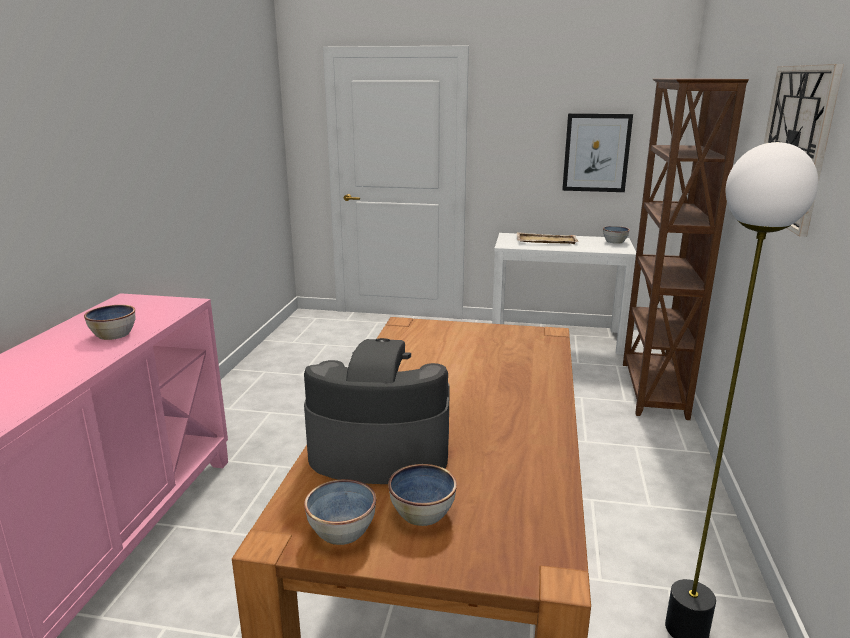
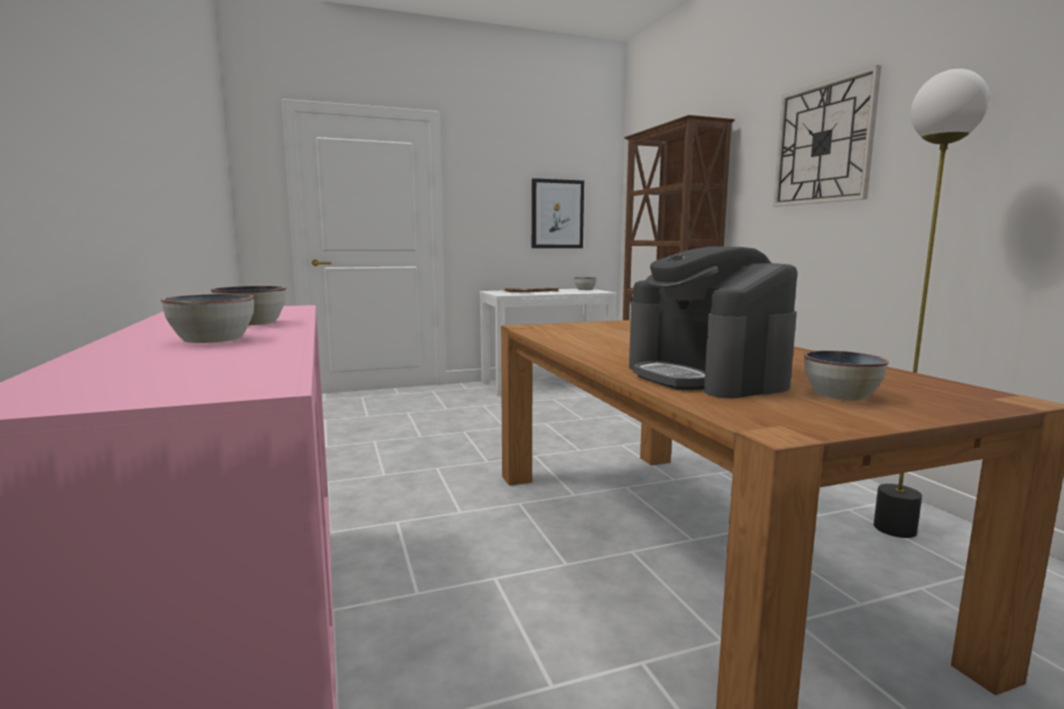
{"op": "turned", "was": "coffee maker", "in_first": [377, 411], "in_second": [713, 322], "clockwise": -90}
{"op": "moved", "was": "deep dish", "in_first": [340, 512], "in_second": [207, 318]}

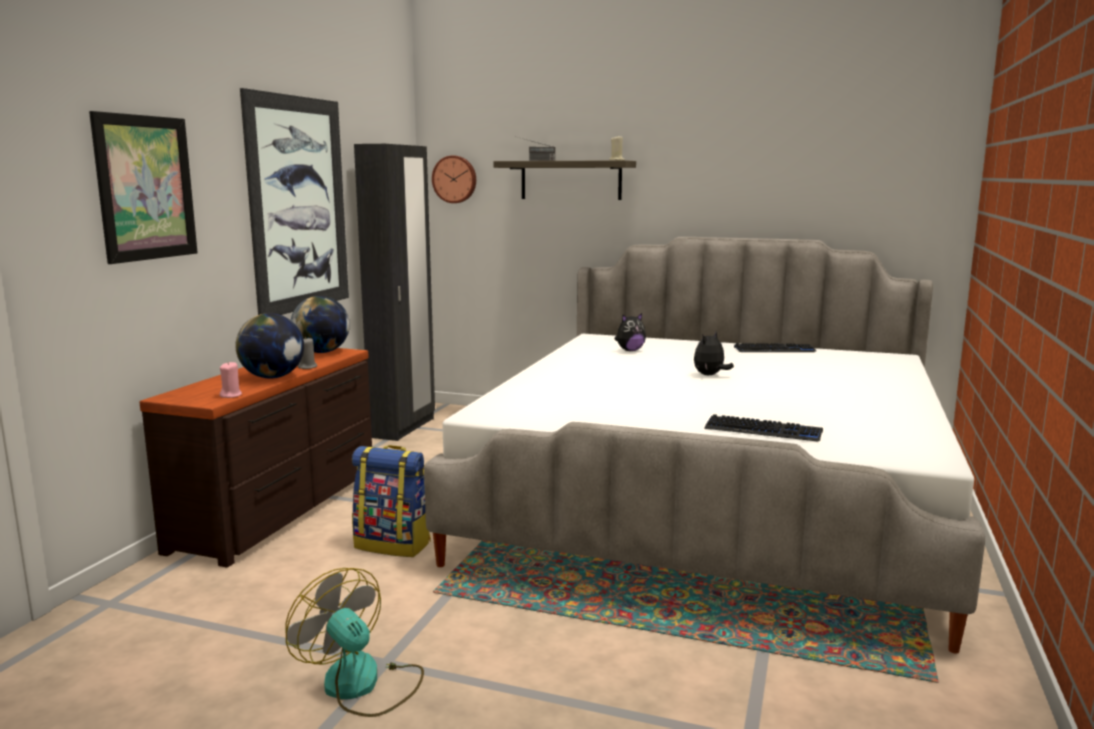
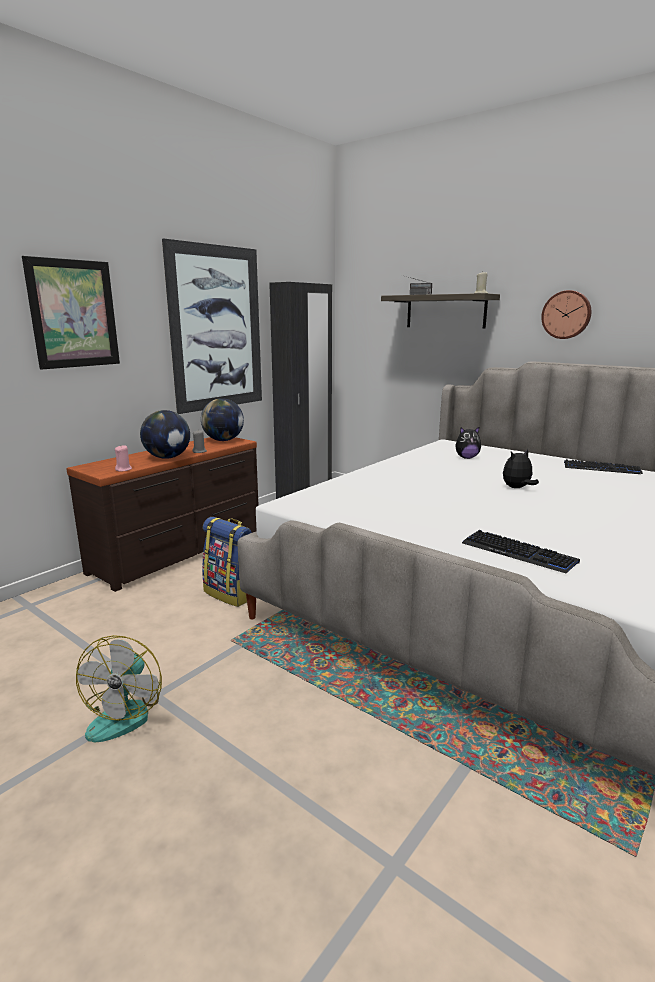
{"op": "moved", "was": "wall clock", "in_first": [454, 179], "in_second": [566, 314]}
{"op": "turned", "was": "cooling fan", "in_first": [354, 642], "in_second": [119, 688], "clockwise": -150}

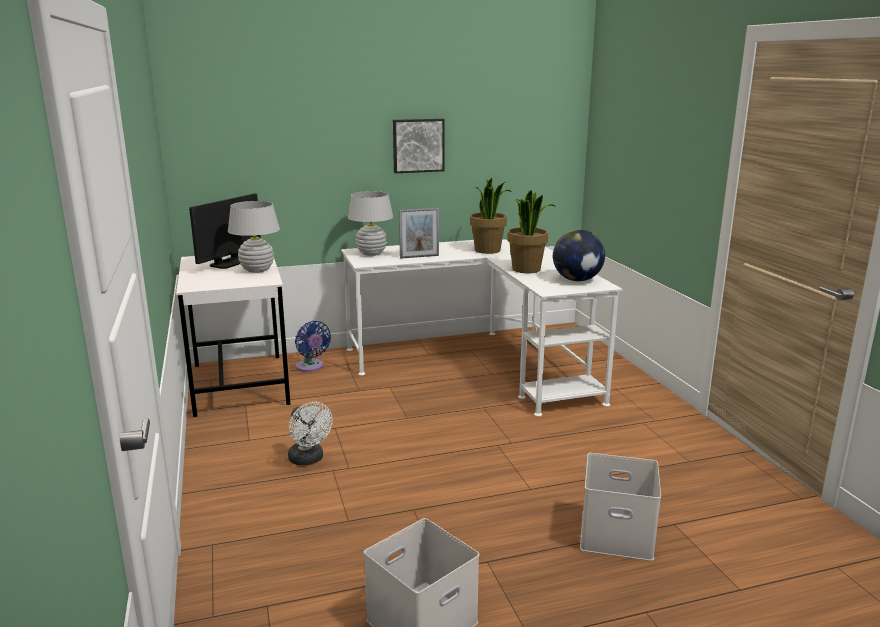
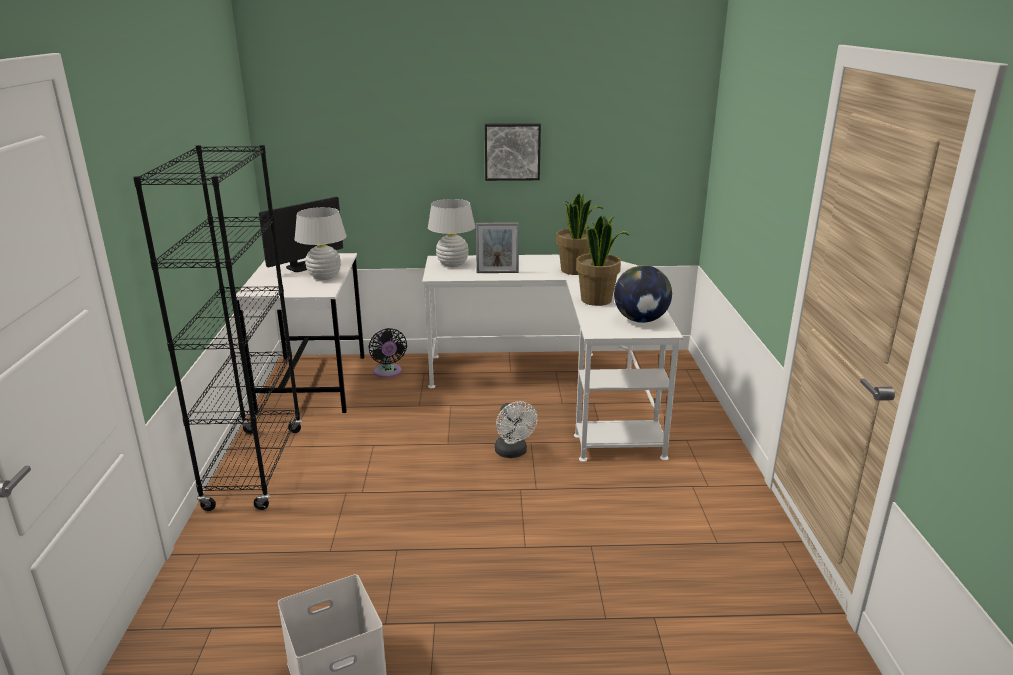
{"op": "recoloured", "was": "bluish cooling fan", "now": "blackish cooling fan", "in_first": [313, 346], "in_second": [387, 353]}
{"op": "moved", "was": "whitish cooling fan", "in_first": [310, 433], "in_second": [516, 429]}
{"op": "removed", "was": "whitish storage container", "in_first": [620, 507]}
{"op": "added", "now": "blackish bookshelf", "in_second": [217, 328]}

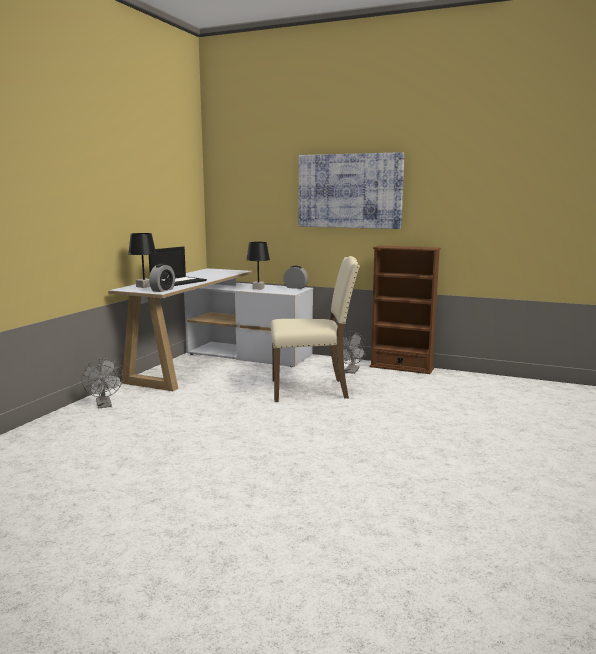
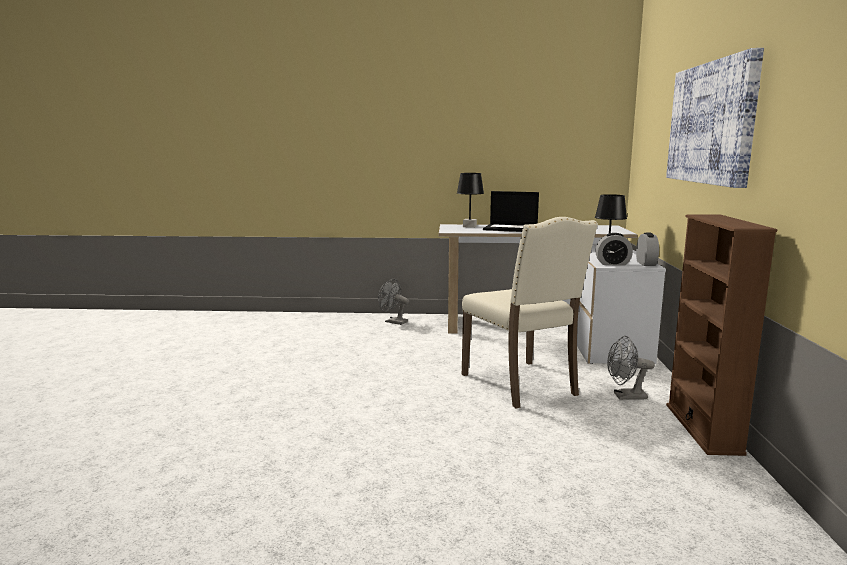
{"op": "moved", "was": "table clock", "in_first": [162, 278], "in_second": [614, 249]}
{"op": "turned", "was": "gray cooling fan", "in_first": [102, 383], "in_second": [393, 302], "clockwise": 75}

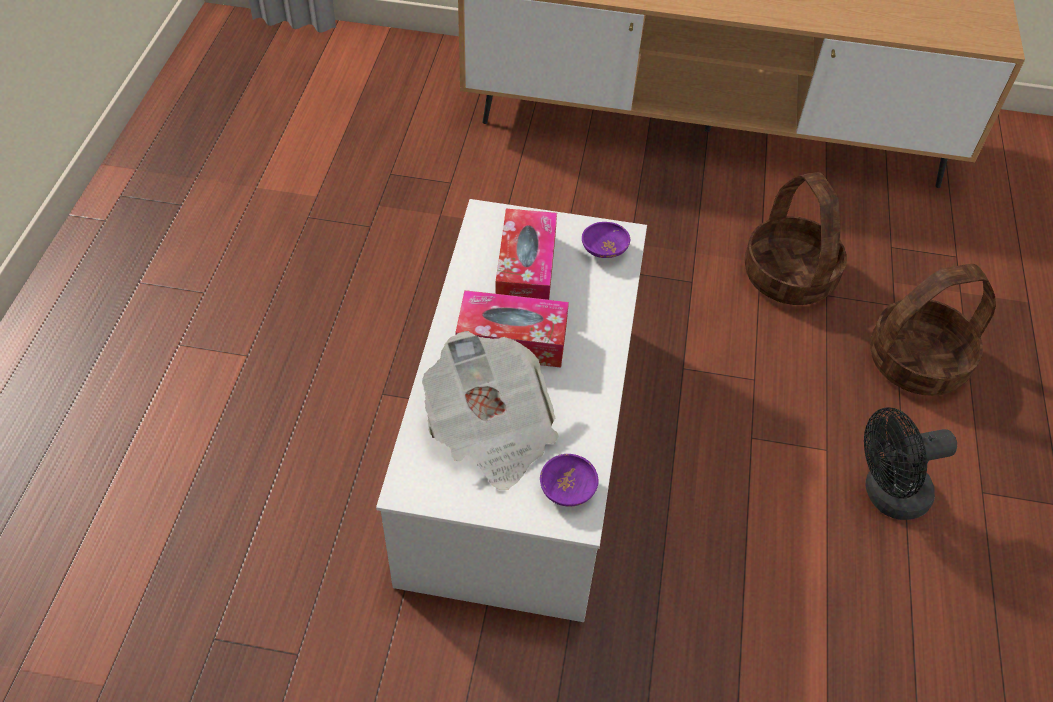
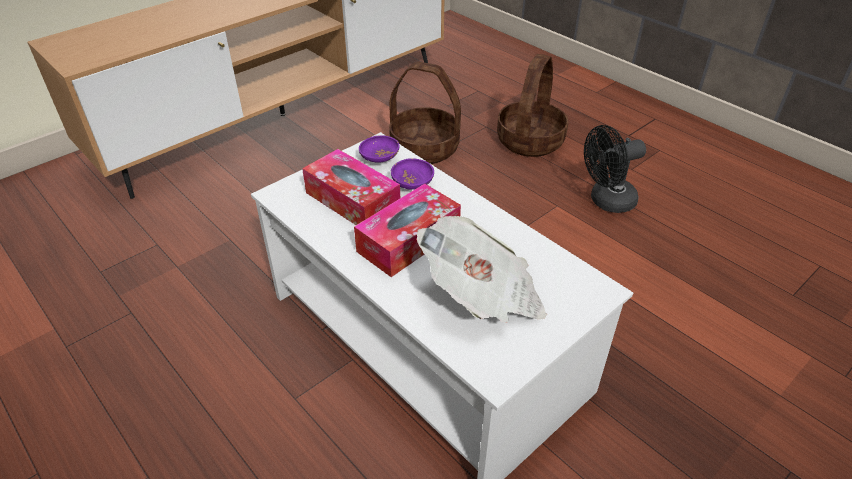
{"op": "turned", "was": "blackish cooling fan", "in_first": [910, 463], "in_second": [615, 169], "clockwise": 45}
{"op": "moved", "was": "purple deep dish", "in_first": [569, 480], "in_second": [412, 174]}

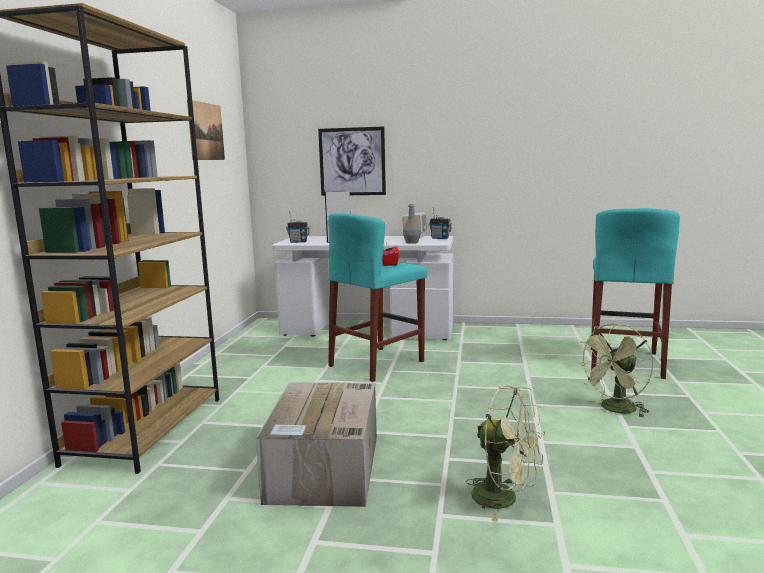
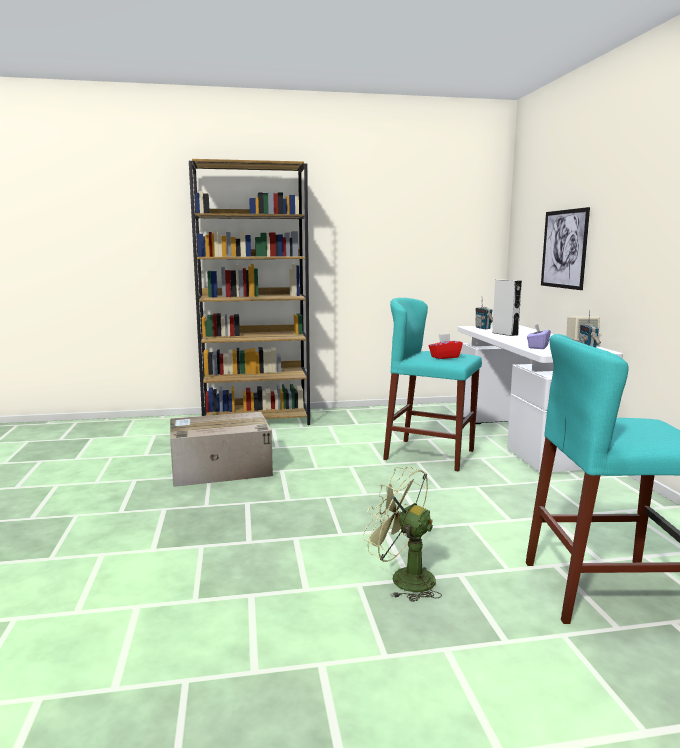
{"op": "removed", "was": "wall art", "in_first": [206, 129]}
{"op": "replaced", "was": "gray bottle", "now": "purple tissue holder", "in_first": [412, 223], "in_second": [539, 336]}
{"op": "removed", "was": "green-coloured cooling fan", "in_first": [505, 453]}

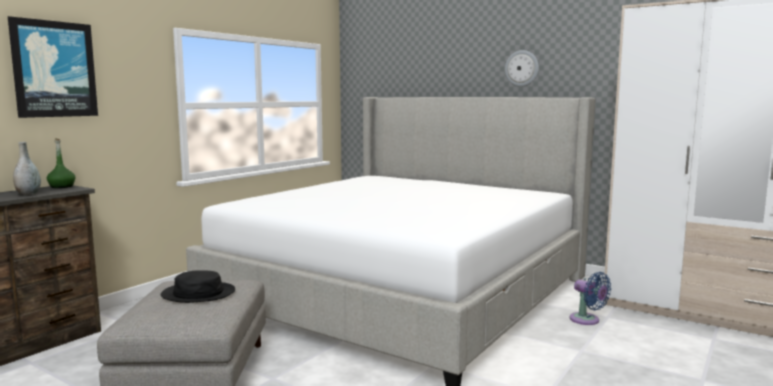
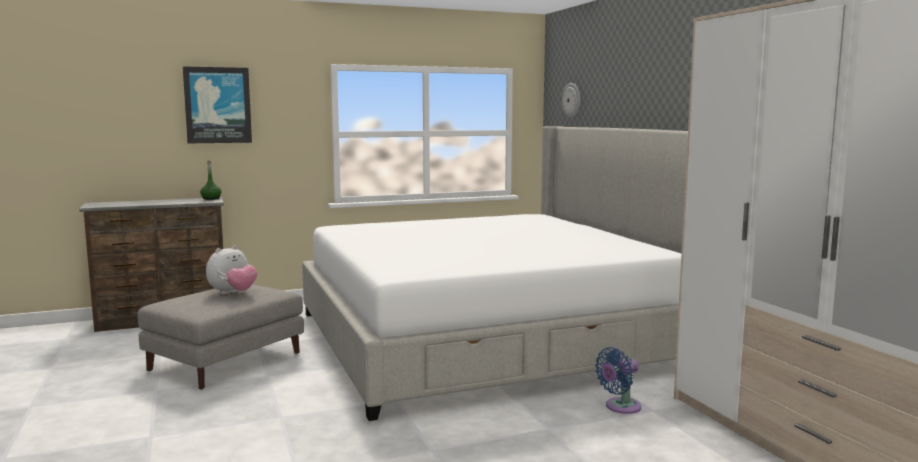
{"op": "moved", "was": "wall clock", "in_first": [522, 68], "in_second": [571, 100]}
{"op": "removed", "was": "gray flower vase", "in_first": [27, 168]}
{"op": "replaced", "was": "blackish clothing hat", "now": "plush toy", "in_first": [198, 286], "in_second": [231, 270]}
{"op": "turned", "was": "bluish cooling fan", "in_first": [590, 298], "in_second": [618, 380], "clockwise": 60}

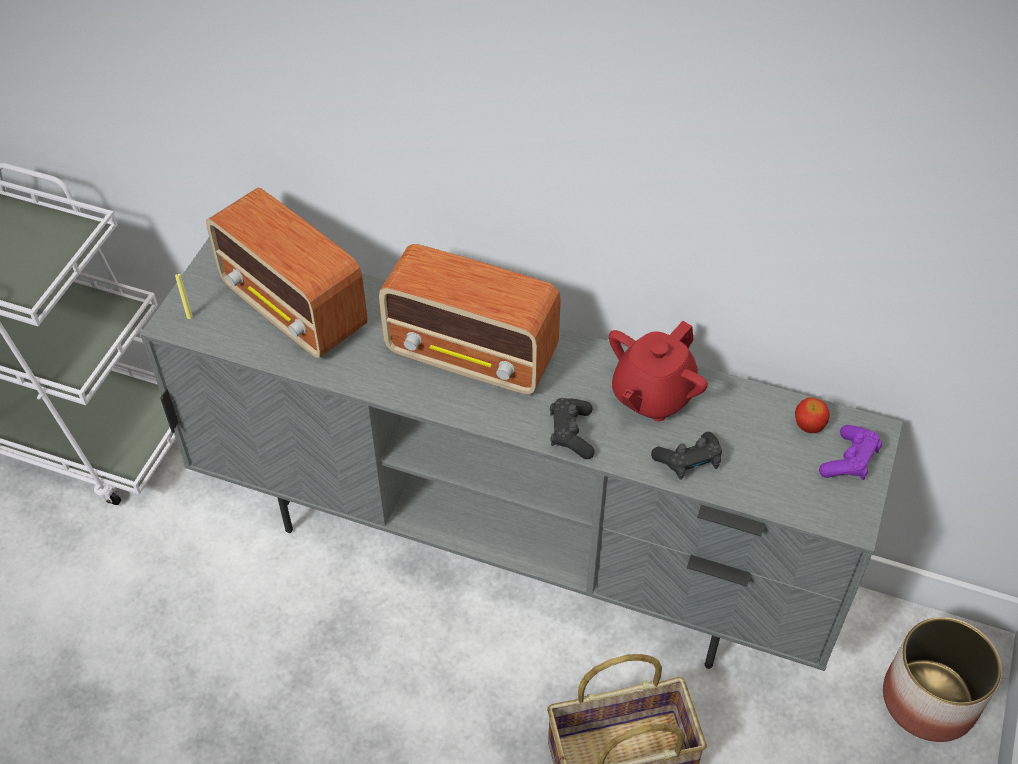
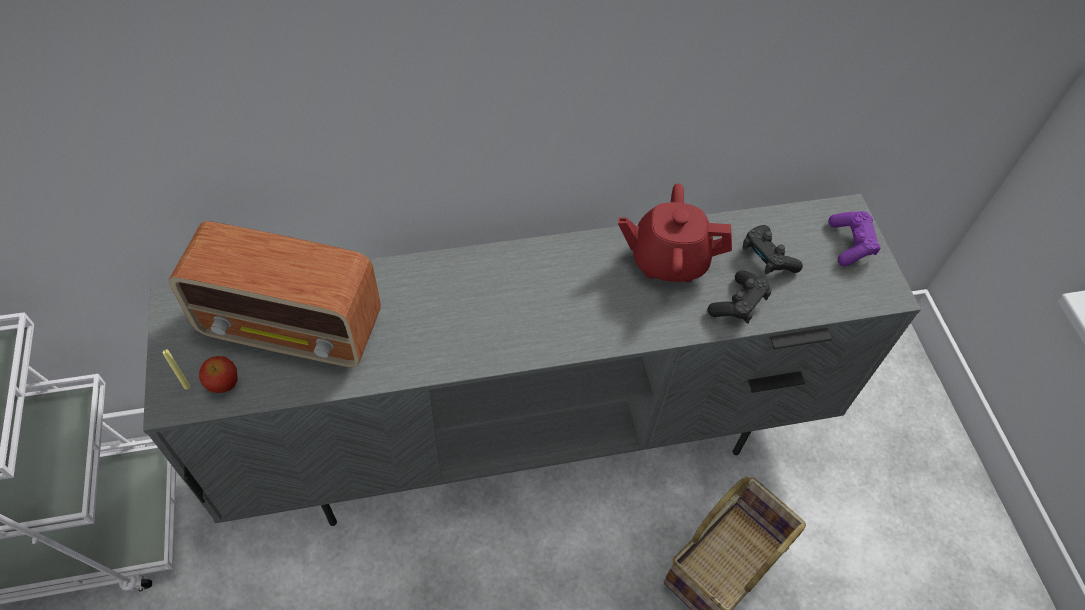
{"op": "removed", "was": "radio receiver", "in_first": [470, 319]}
{"op": "turned", "was": "reddish teapot", "in_first": [658, 371], "in_second": [675, 233], "clockwise": 90}
{"op": "moved", "was": "whole apple", "in_first": [812, 415], "in_second": [218, 374]}
{"op": "moved", "was": "blackish joypad", "in_first": [572, 428], "in_second": [773, 249]}
{"op": "removed", "was": "flower pot", "in_first": [942, 679]}

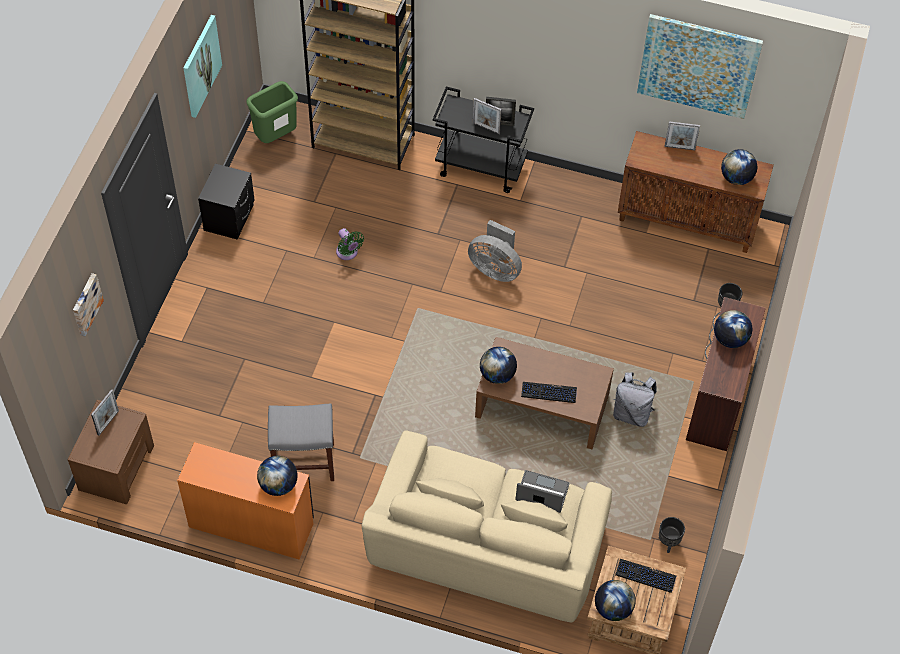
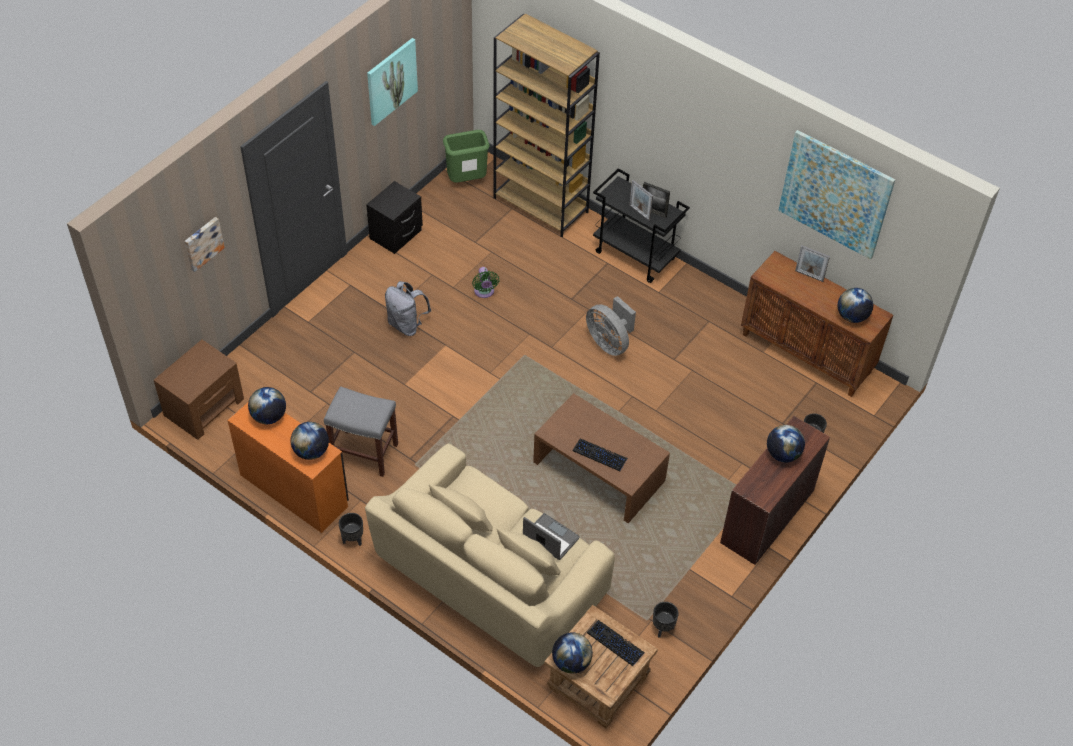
{"op": "moved", "was": "desk globe", "in_first": [498, 365], "in_second": [267, 405]}
{"op": "moved", "was": "gray knapsack", "in_first": [635, 399], "in_second": [408, 308]}
{"op": "removed", "was": "picture frame", "in_first": [105, 412]}
{"op": "added", "now": "blackish flower pot", "in_second": [351, 529]}

